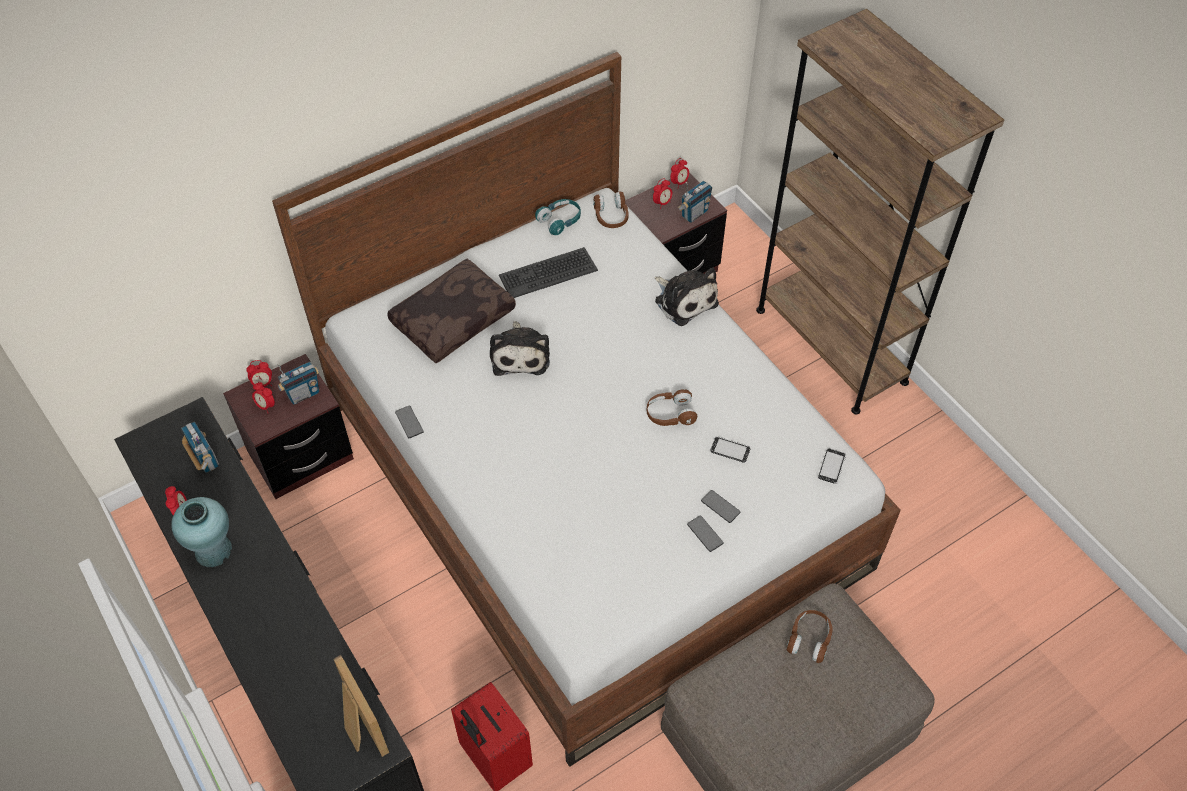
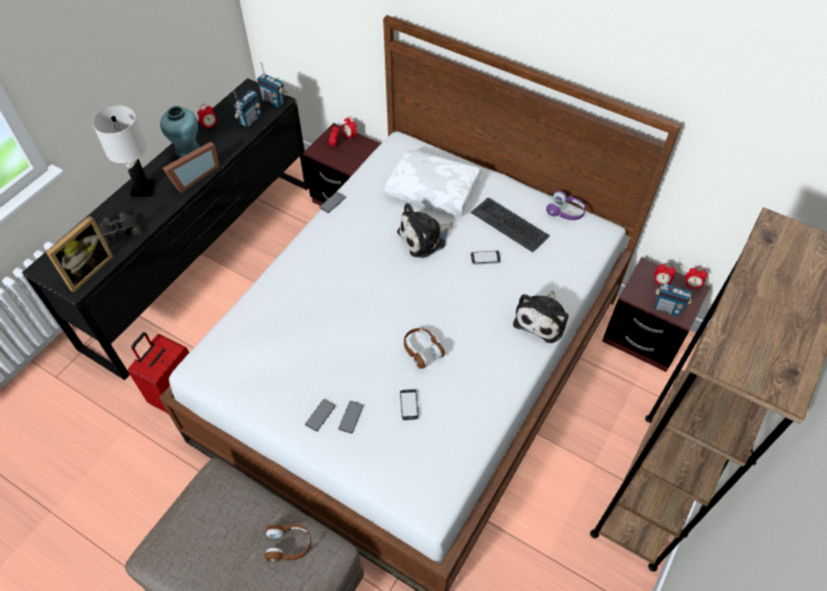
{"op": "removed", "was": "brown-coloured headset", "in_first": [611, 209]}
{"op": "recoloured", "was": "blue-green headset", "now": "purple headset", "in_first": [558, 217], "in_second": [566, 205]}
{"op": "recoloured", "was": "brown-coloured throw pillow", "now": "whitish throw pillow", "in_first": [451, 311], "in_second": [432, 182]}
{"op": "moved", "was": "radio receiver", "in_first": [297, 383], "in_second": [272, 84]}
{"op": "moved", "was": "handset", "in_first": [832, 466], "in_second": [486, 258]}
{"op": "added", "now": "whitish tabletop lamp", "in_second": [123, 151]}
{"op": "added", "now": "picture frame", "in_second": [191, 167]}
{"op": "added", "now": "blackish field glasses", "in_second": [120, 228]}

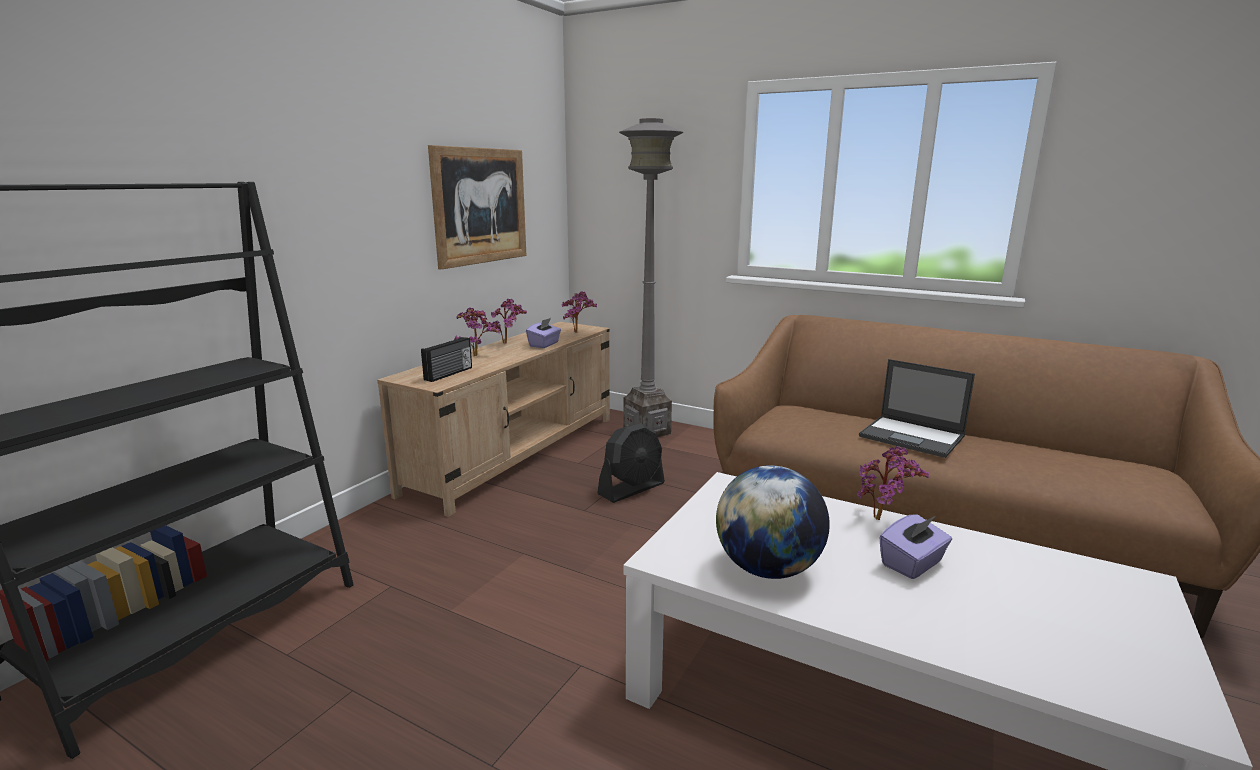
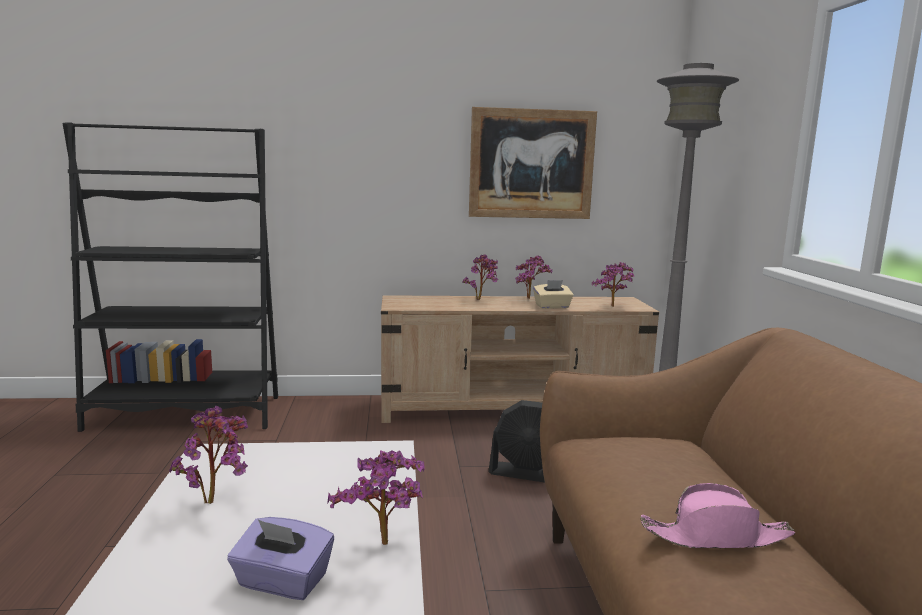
{"op": "recoloured", "was": "purple tissue holder", "now": "beige-coloured tissue holder", "in_first": [543, 333], "in_second": [553, 294]}
{"op": "removed", "was": "radio receiver", "in_first": [446, 359]}
{"op": "replaced", "was": "portable computer", "now": "pinkish clothing hat", "in_first": [917, 408], "in_second": [718, 515]}
{"op": "replaced", "was": "desk globe", "now": "potted plant", "in_first": [773, 522], "in_second": [208, 455]}

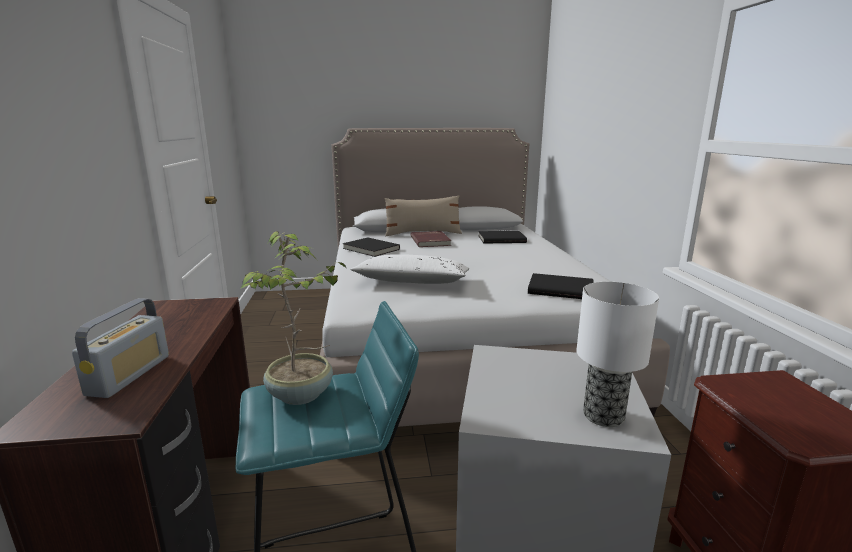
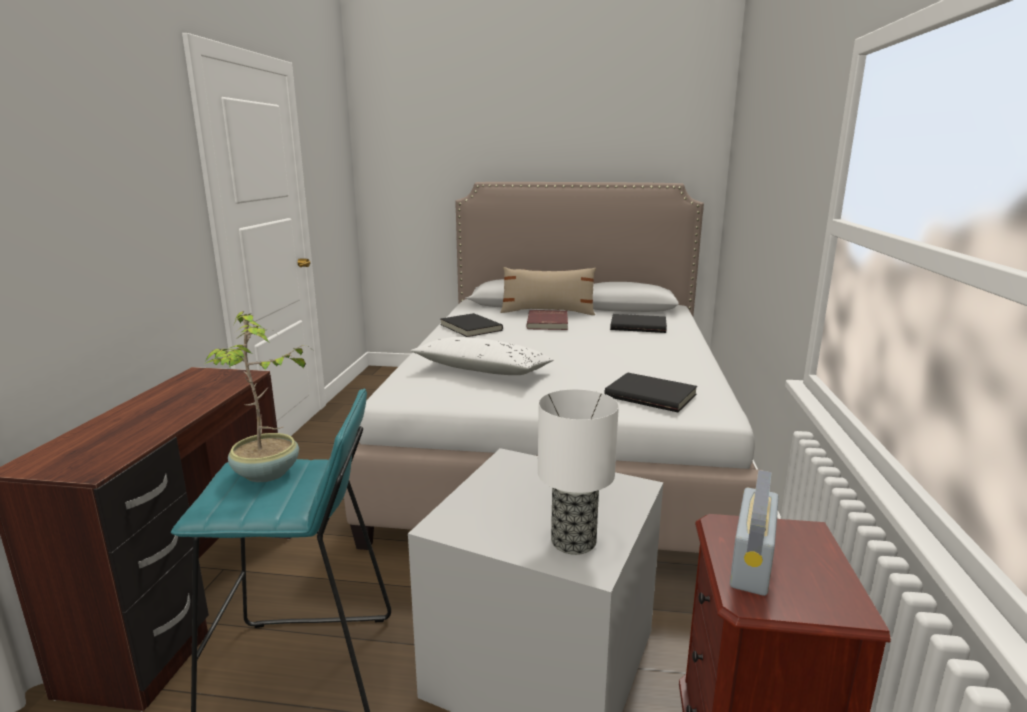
{"op": "moved", "was": "radio receiver", "in_first": [120, 348], "in_second": [754, 533]}

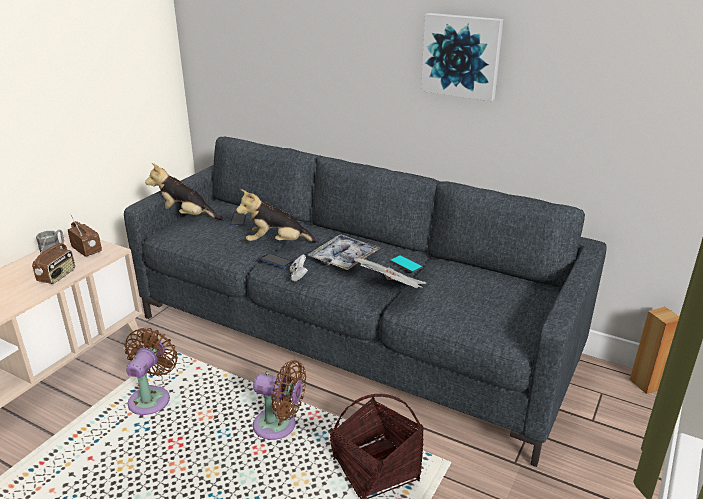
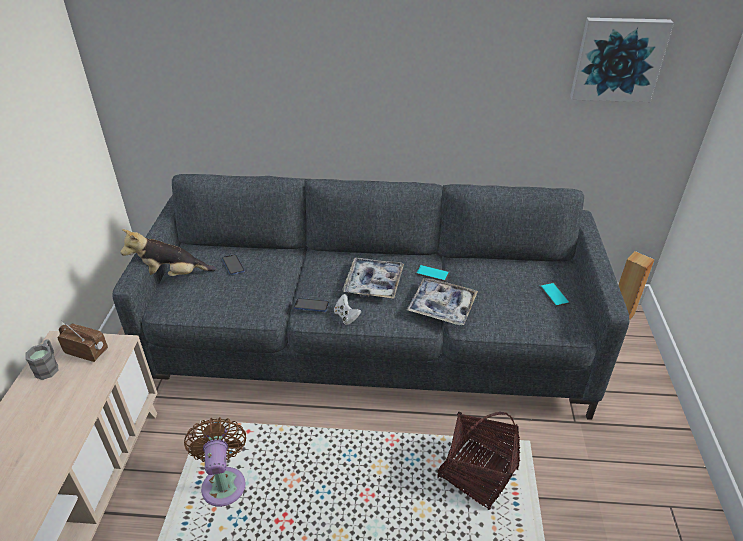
{"op": "moved", "was": "wall art", "in_first": [462, 57], "in_second": [622, 60]}
{"op": "removed", "was": "plush toy", "in_first": [278, 216]}
{"op": "removed", "was": "radio receiver", "in_first": [53, 259]}
{"op": "replaced", "was": "newspaper", "now": "tray", "in_first": [390, 273], "in_second": [442, 302]}
{"op": "removed", "was": "brown-coloured cooling fan", "in_first": [279, 400]}
{"op": "added", "now": "handset", "in_second": [555, 294]}

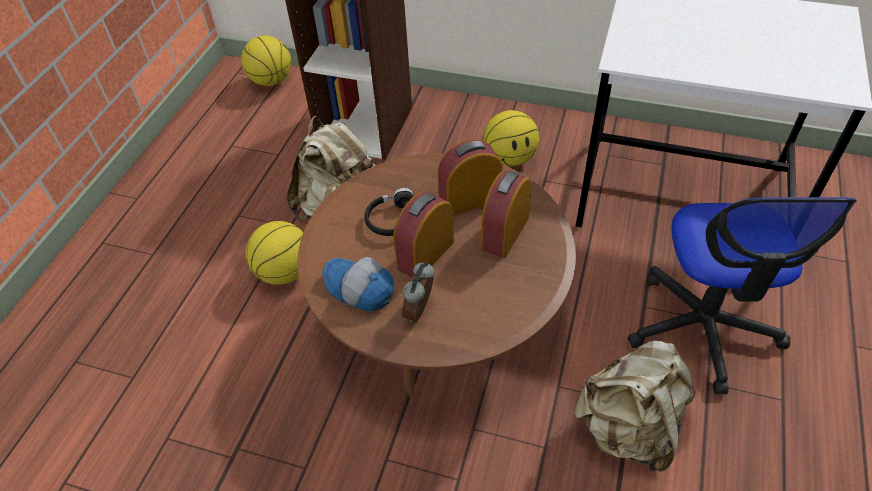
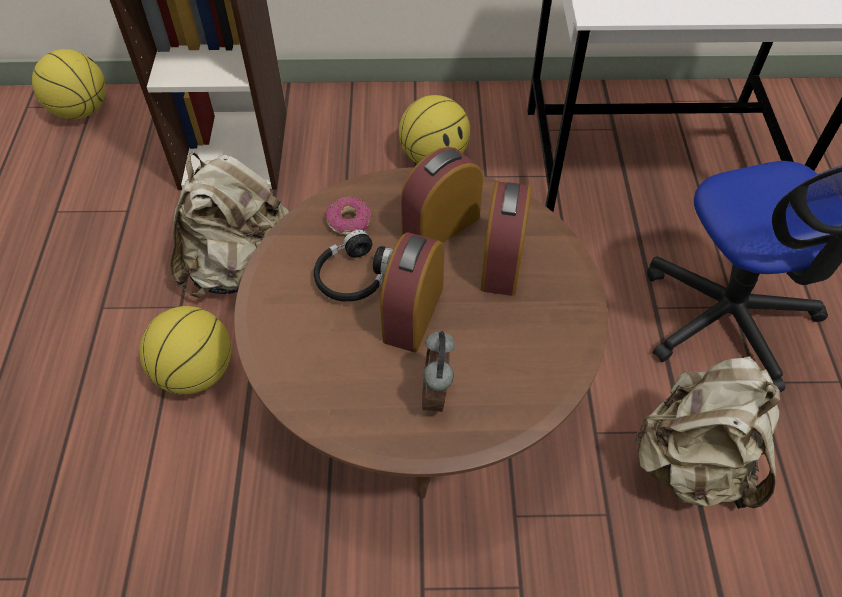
{"op": "removed", "was": "baseball cap", "in_first": [358, 284]}
{"op": "added", "now": "ring doughnut", "in_second": [348, 216]}

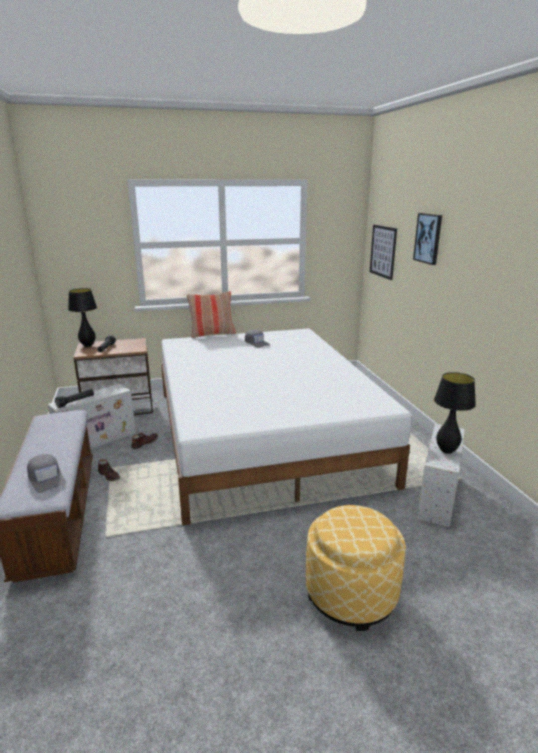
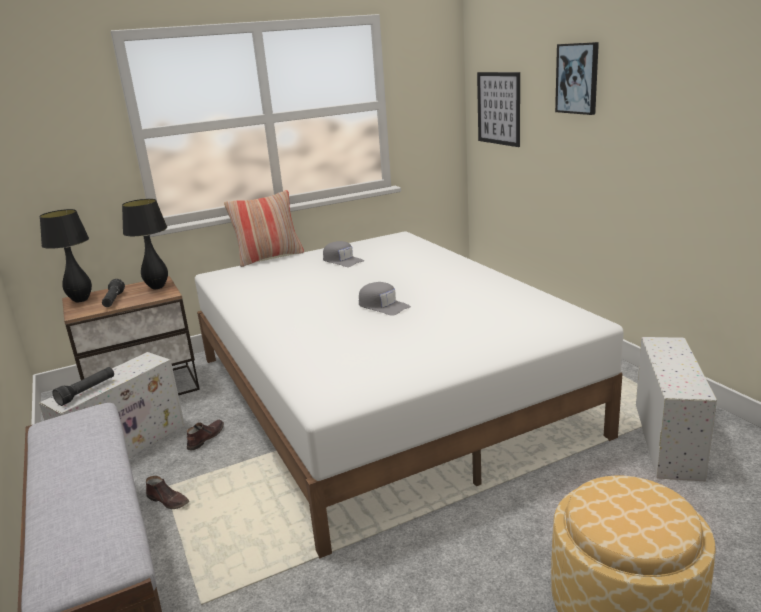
{"op": "moved", "was": "blackish tabletop lamp", "in_first": [455, 413], "in_second": [145, 244]}
{"op": "moved", "was": "gray baseball cap", "in_first": [46, 473], "in_second": [385, 299]}

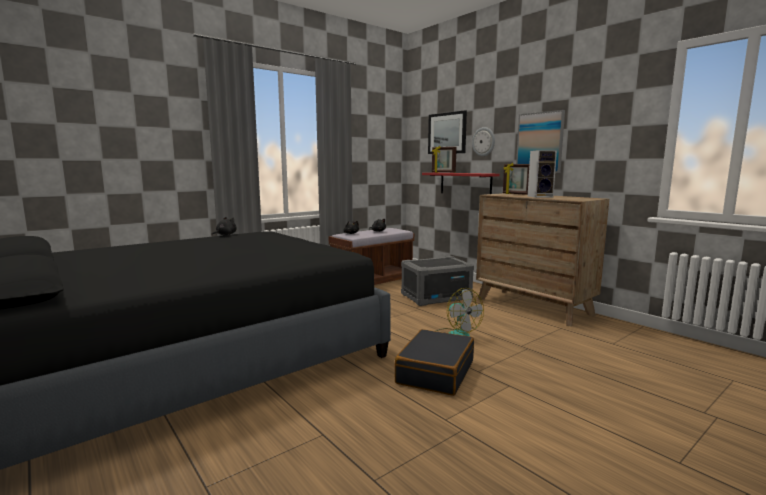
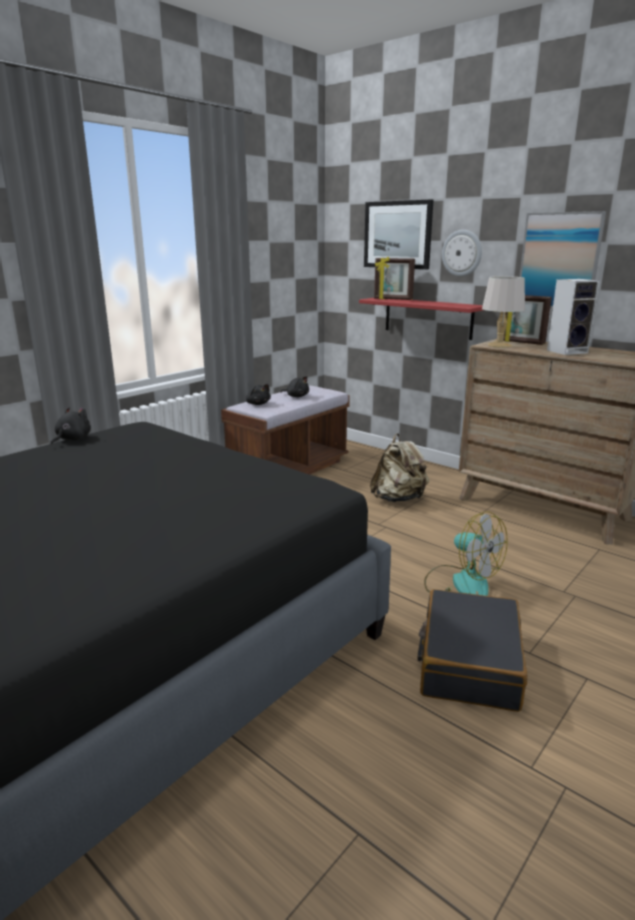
{"op": "replaced", "was": "gray storage container", "now": "beige-coloured knapsack", "in_first": [437, 281], "in_second": [399, 467]}
{"op": "added", "now": "gray tabletop lamp", "in_second": [503, 312]}

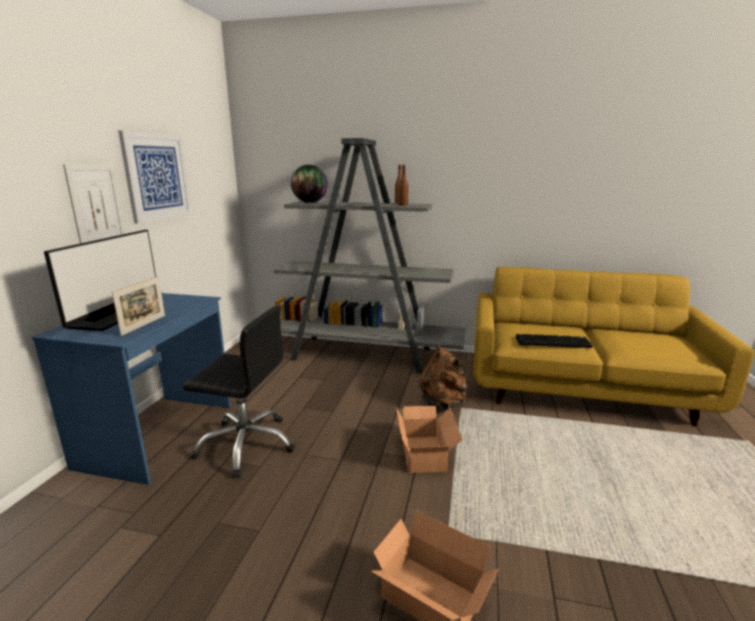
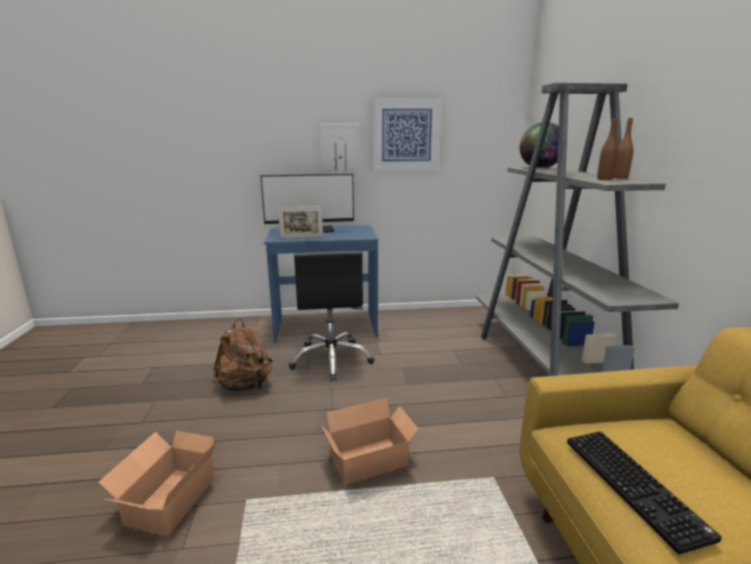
{"op": "moved", "was": "brown-coloured knapsack", "in_first": [443, 377], "in_second": [242, 355]}

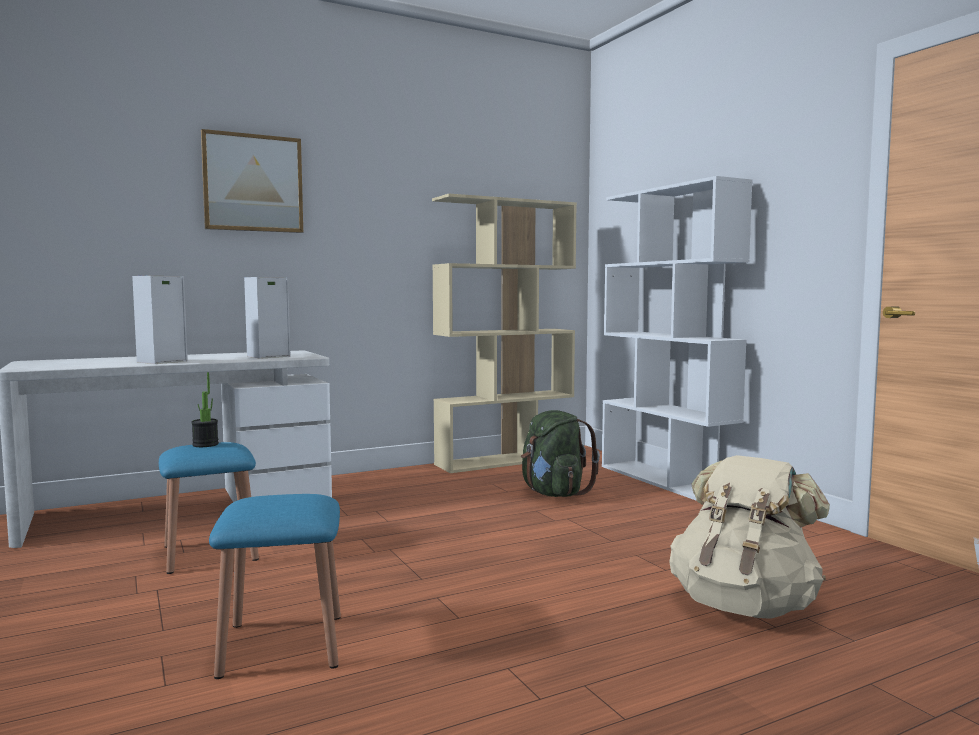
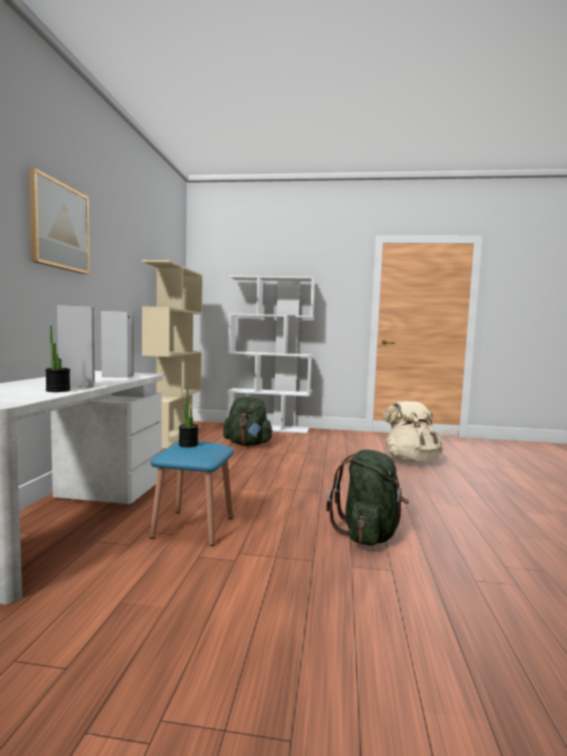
{"op": "replaced", "was": "bluish stool seat", "now": "green-coloured knapsack", "in_first": [275, 586], "in_second": [367, 498]}
{"op": "added", "now": "potted plant", "in_second": [58, 359]}

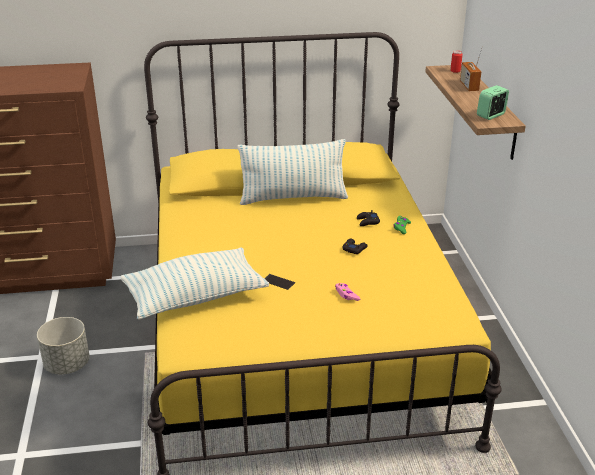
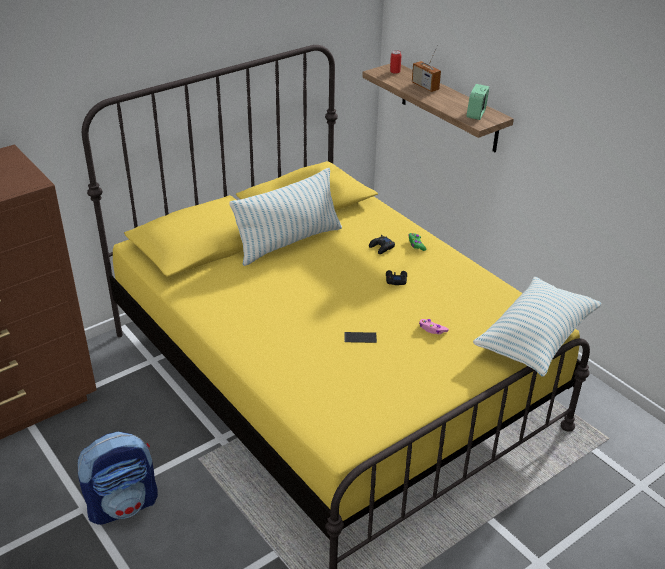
{"op": "moved", "was": "throw pillow", "in_first": [195, 283], "in_second": [537, 327]}
{"op": "replaced", "was": "gray flower pot", "now": "knapsack", "in_first": [63, 345], "in_second": [118, 478]}

